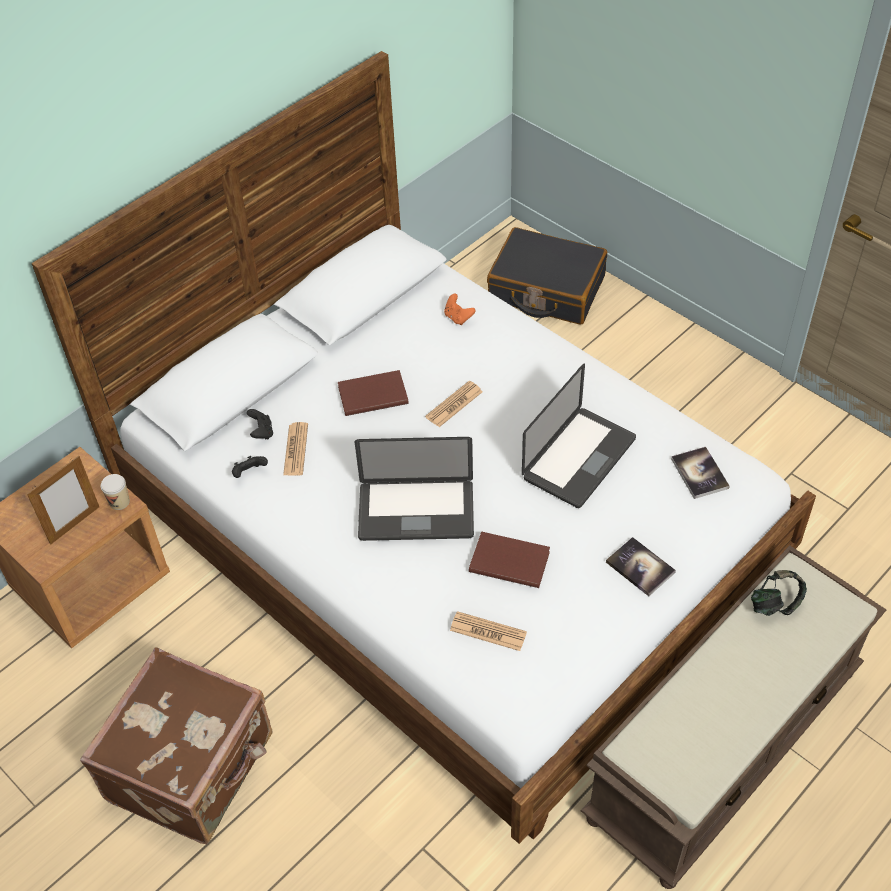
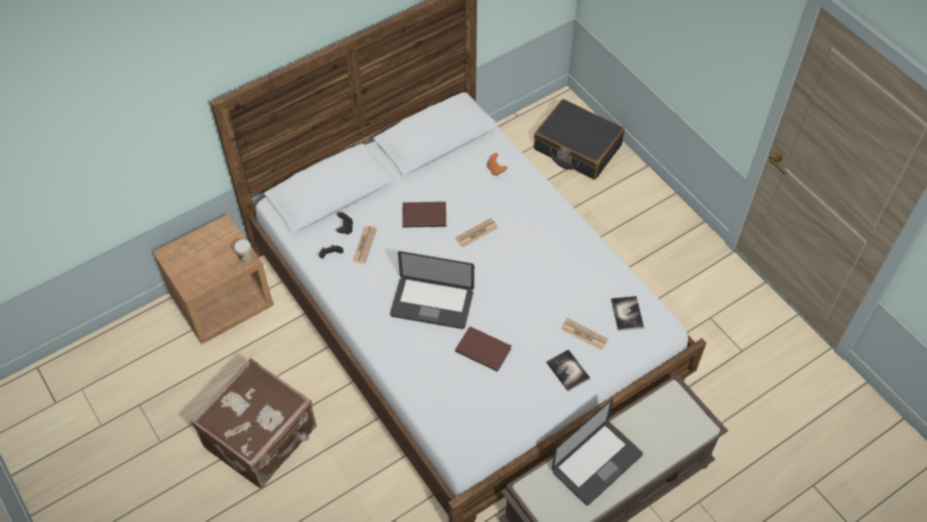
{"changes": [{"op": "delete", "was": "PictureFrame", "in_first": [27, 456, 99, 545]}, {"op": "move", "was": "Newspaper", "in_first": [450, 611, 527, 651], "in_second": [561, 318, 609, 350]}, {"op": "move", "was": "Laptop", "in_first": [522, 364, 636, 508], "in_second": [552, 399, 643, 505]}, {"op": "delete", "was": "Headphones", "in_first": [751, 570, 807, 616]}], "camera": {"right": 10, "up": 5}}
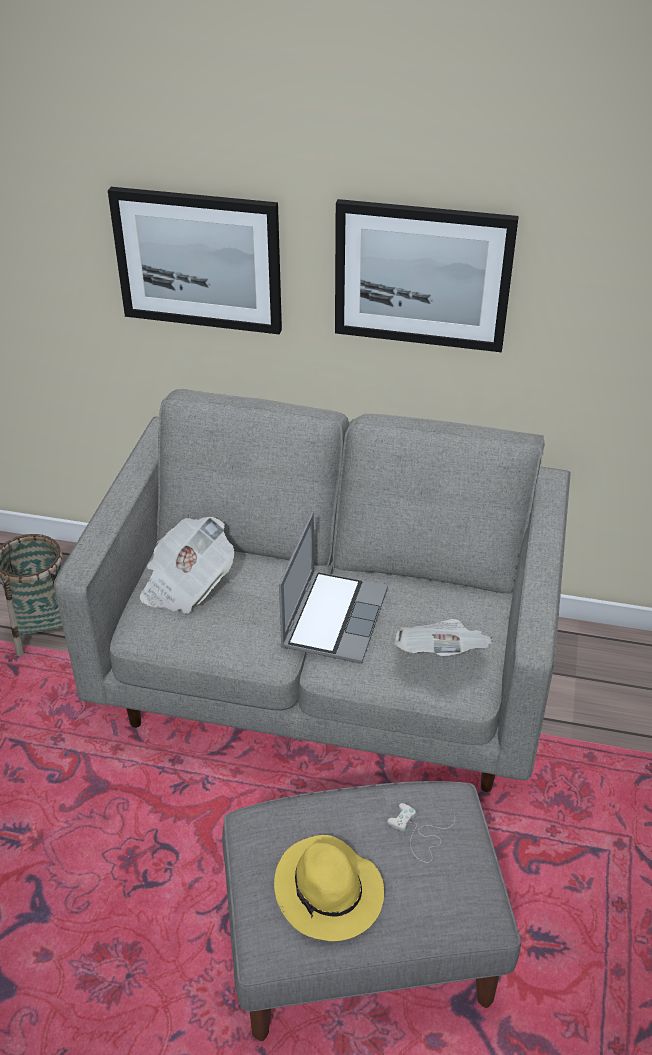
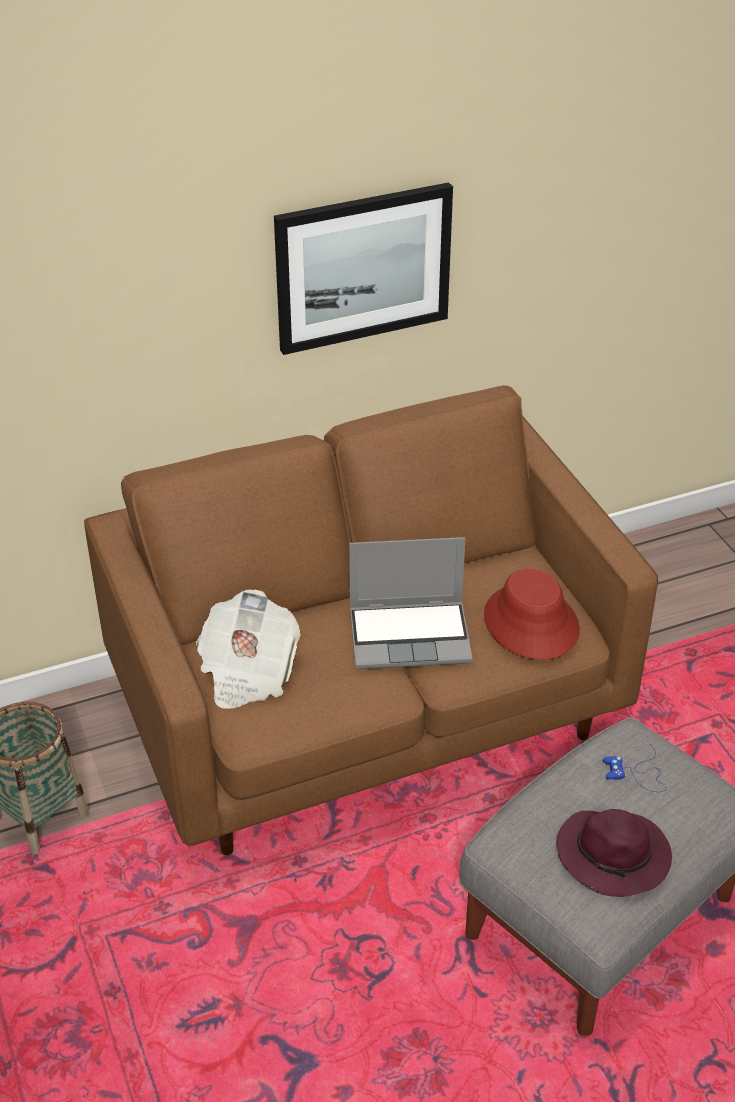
{"changes": [{"op": "recolor", "was": "GreySofa", "now": "BrownSofa", "in_first": [54, 389, 571, 792], "in_second": [84, 385, 658, 855]}, {"op": "delete", "was": "Picture", "in_first": [108, 187, 282, 335]}, {"op": "recolor", "was": "YellowHat", "now": "PurpleHat", "in_first": [274, 835, 384, 941], "in_second": [557, 809, 672, 897]}, {"op": "rotate", "was": "Laptop", "in_first": [279, 512, 388, 664], "in_second": [349, 537, 473, 669], "clockwise": 105}, {"op": "recolor", "was": "WhiteGameController", "now": "BlueGameController", "in_first": [387, 803, 455, 863], "in_second": [603, 745, 666, 792]}, {"op": "replace", "was": "Newspaper", "now": "RedHat", "in_first": [394, 619, 493, 656], "in_second": [484, 568, 580, 660]}], "camera": {"right": -35, "up": 0}}
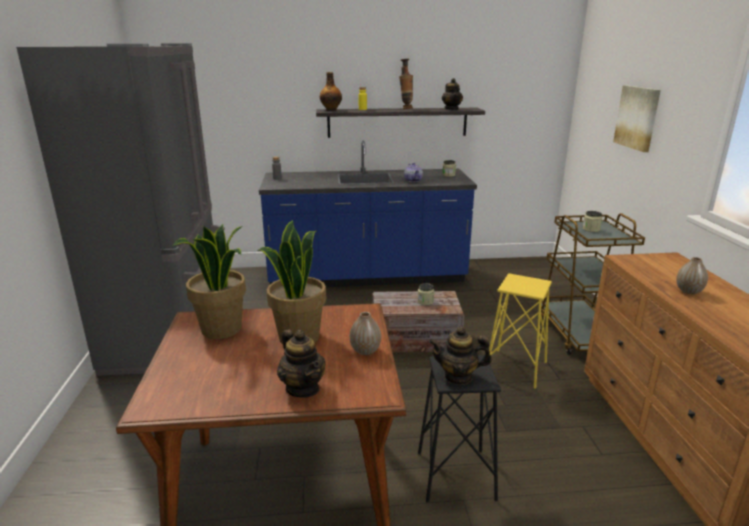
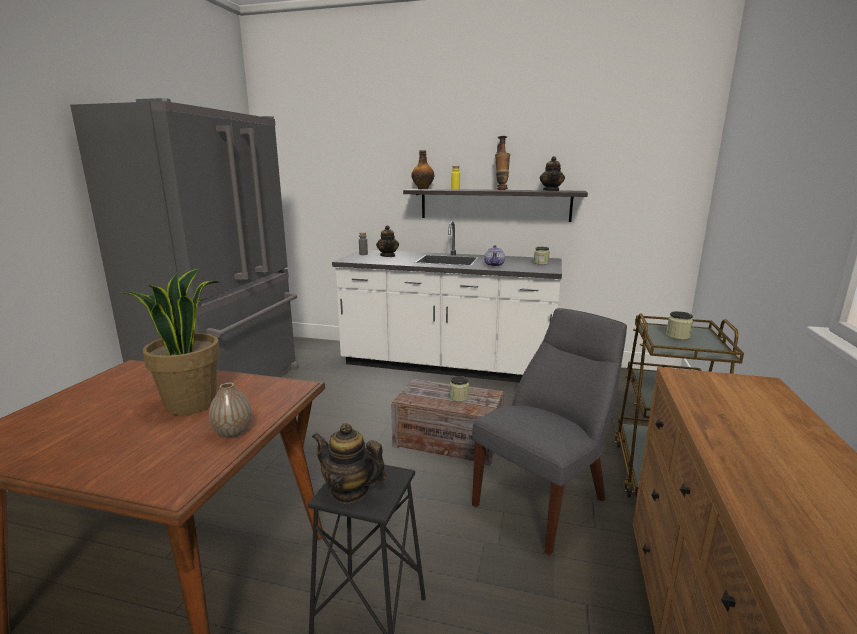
{"changes": [{"op": "delete", "was": "PottedPlant", "in_first": [173, 224, 246, 339]}, {"op": "recolor", "was": "BlueCounter", "now": "WhiteCounter", "in_first": [259, 141, 477, 287], "in_second": [332, 221, 562, 383]}, {"op": "move", "was": "Teapot", "in_first": [277, 329, 325, 398], "in_second": [376, 225, 399, 257]}, {"op": "replace", "was": "YellowStool", "now": "GreyChair", "in_first": [489, 273, 552, 389], "in_second": [472, 308, 627, 555]}, {"op": "delete", "was": "Picture", "in_first": [613, 85, 661, 152]}, {"op": "delete", "was": "Vase", "in_first": [676, 257, 708, 294]}], "camera": {"right": 20, "up": -5}}
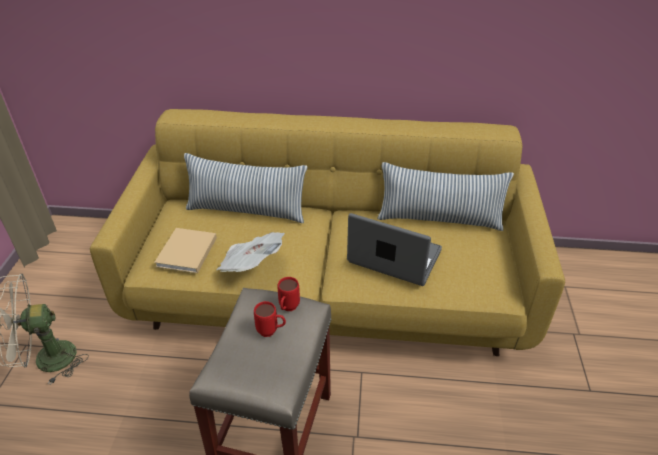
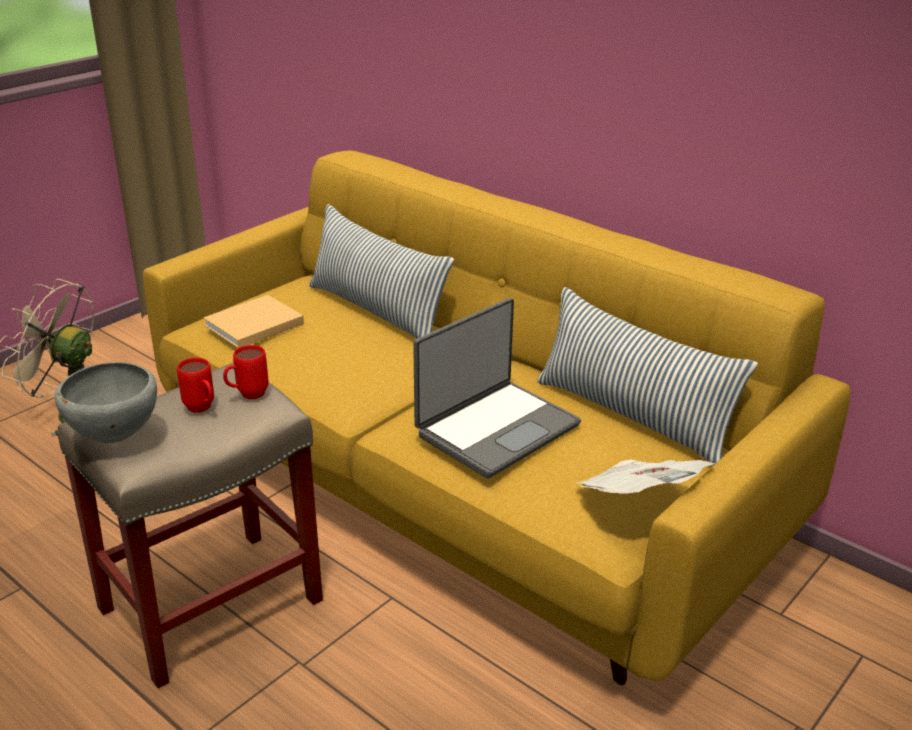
{"changes": [{"op": "move", "was": "Newspaper", "in_first": [216, 232, 285, 272], "in_second": [576, 459, 715, 493]}, {"op": "rotate", "was": "Laptop", "in_first": [347, 213, 442, 286], "in_second": [413, 298, 581, 479], "clockwise": 75}, {"op": "insert", "now": "GreyBowl", "in_second": [55, 362, 157, 443]}], "camera": {"right": 35, "up": -10}}
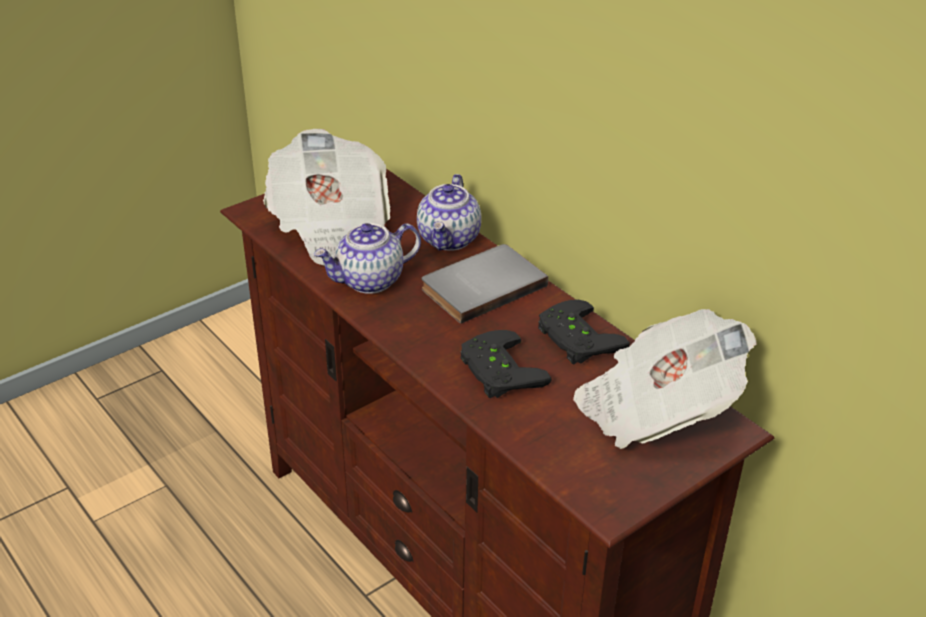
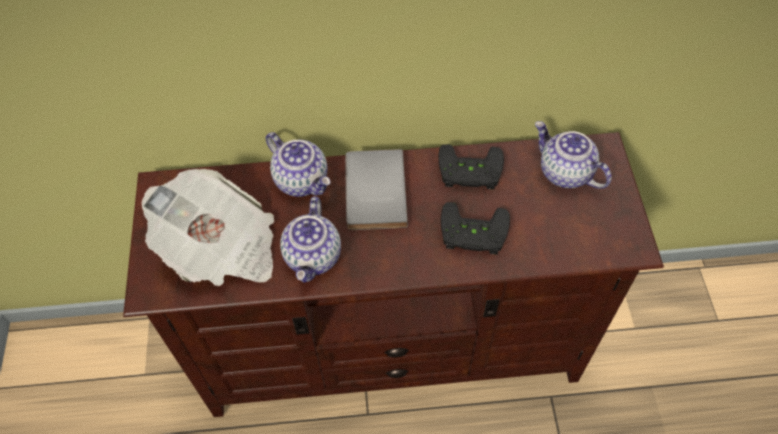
{"changes": [{"op": "replace", "was": "Newspaper", "now": "Teapot", "in_first": [573, 309, 757, 449], "in_second": [535, 121, 612, 189]}], "camera": {"right": -55, "up": 20}}
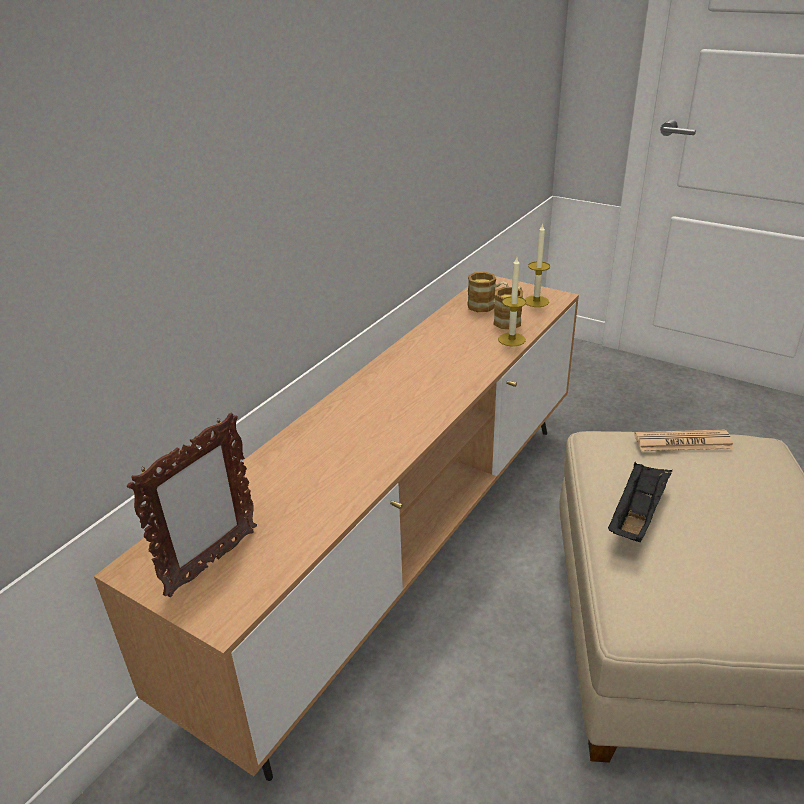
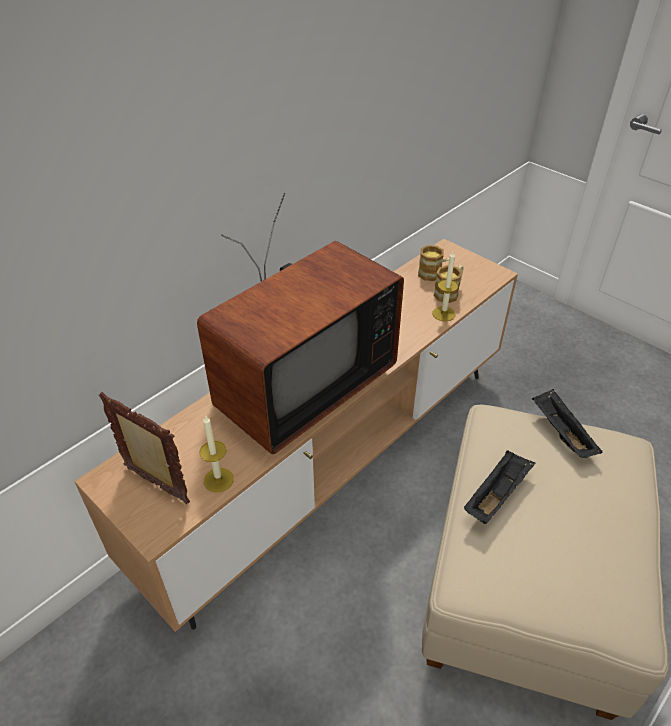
{"changes": [{"op": "rotate", "was": "PictureFrame", "in_first": [127, 412, 257, 597], "in_second": [99, 392, 190, 504], "clockwise": -105}, {"op": "move", "was": "Candle", "in_first": [525, 223, 550, 307], "in_second": [200, 415, 234, 492]}, {"op": "replace", "was": "Newspaper", "now": "BlackTray", "in_first": [634, 430, 734, 451], "in_second": [532, 389, 602, 458]}, {"op": "insert", "now": "Television", "in_second": [197, 193, 404, 454]}], "camera": {"right": 10, "up": 10}}
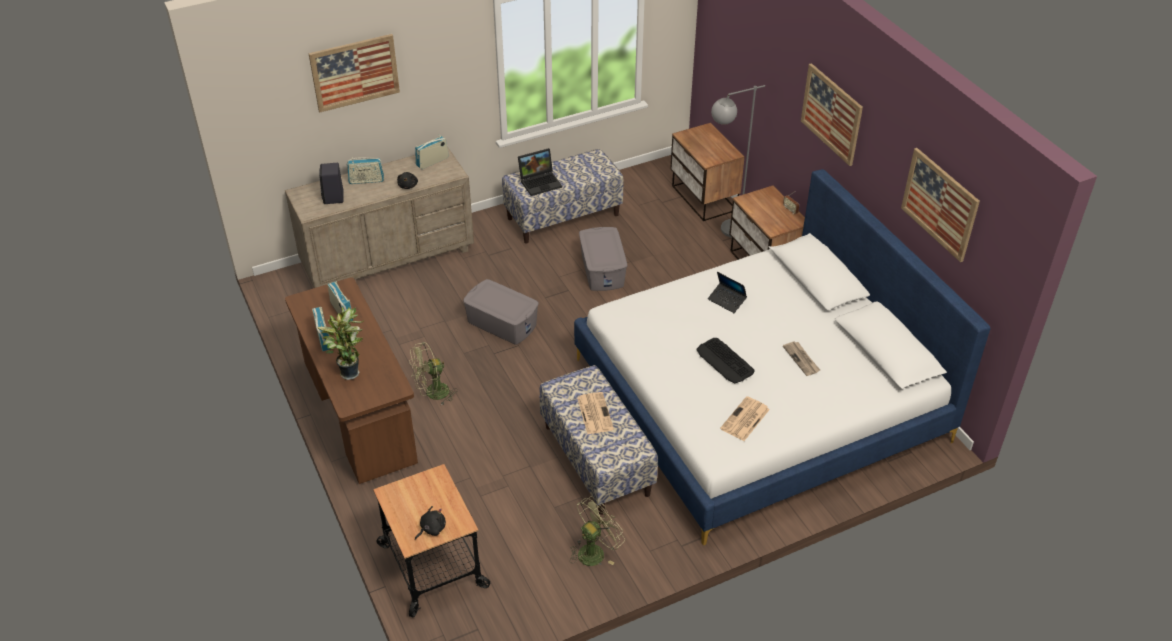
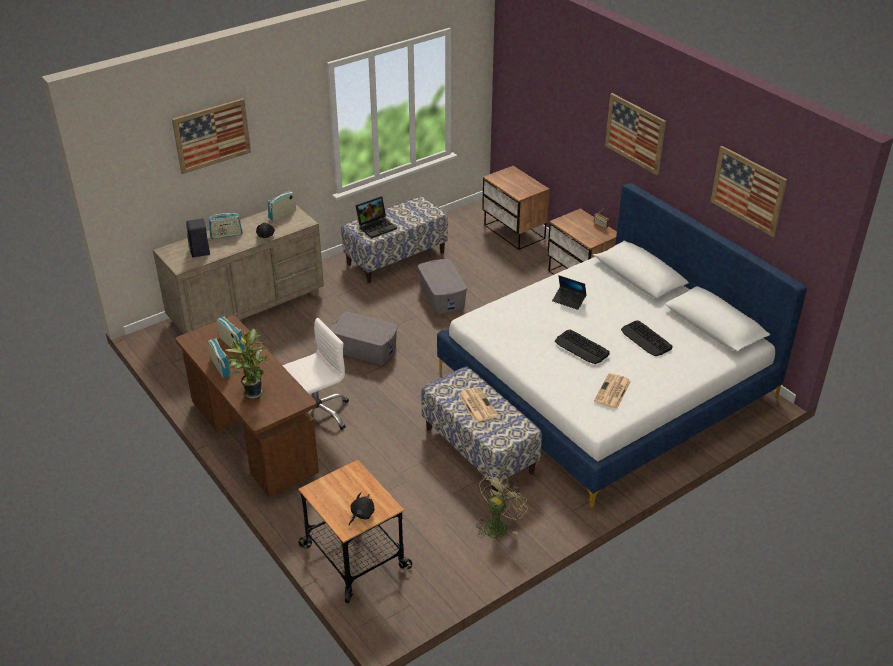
{"changes": [{"op": "replace", "was": "GreenFan", "now": "WhiteOfficeChair", "in_first": [410, 342, 458, 406], "in_second": [282, 317, 349, 430]}, {"op": "delete", "was": "GreyFloorLamp", "in_first": [711, 85, 765, 238]}, {"op": "replace", "was": "Newspaper", "now": "Keyboard", "in_first": [783, 341, 820, 376], "in_second": [621, 320, 673, 356]}], "camera": {"right": -10, "up": -5}}
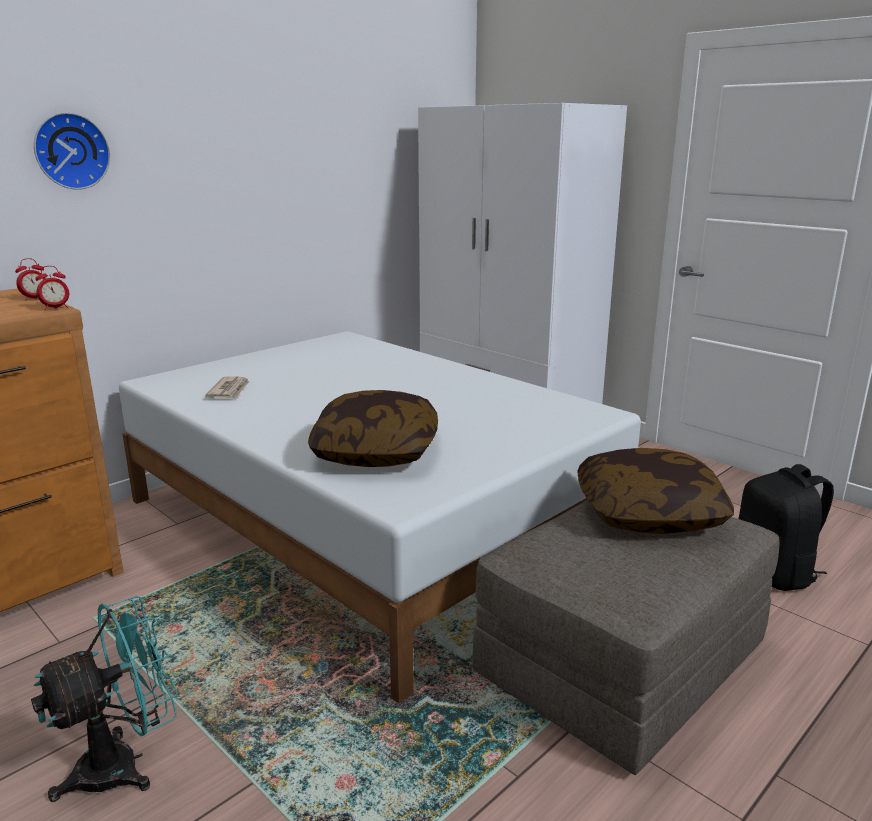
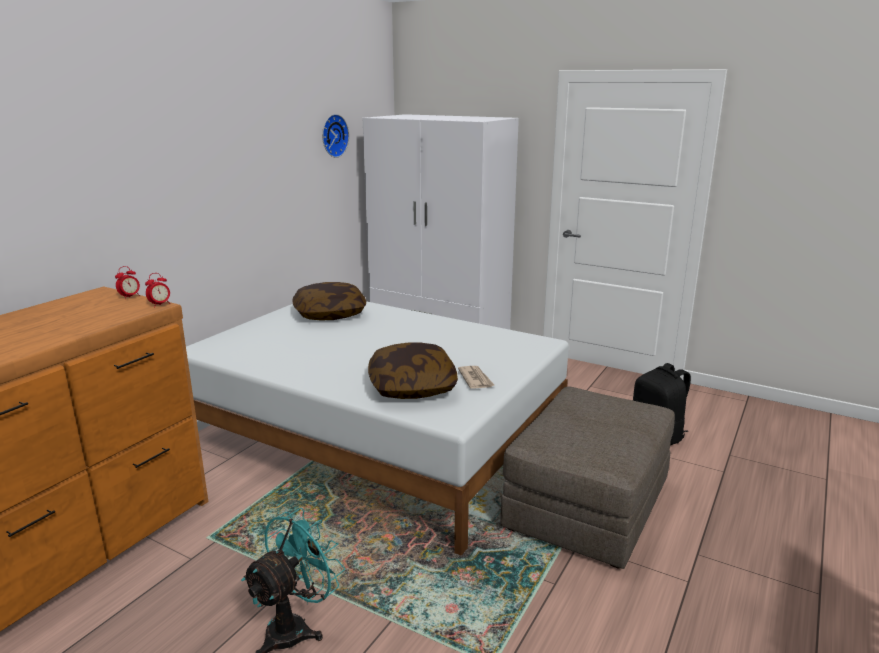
{"changes": [{"op": "move", "was": "WallClock", "in_first": [34, 112, 110, 190], "in_second": [322, 114, 349, 158]}, {"op": "move", "was": "Newspaper", "in_first": [205, 376, 249, 398], "in_second": [458, 366, 495, 389]}, {"op": "move", "was": "Pillow", "in_first": [577, 448, 734, 534], "in_second": [292, 282, 366, 320]}], "camera": {"right": -15, "up": 0}}
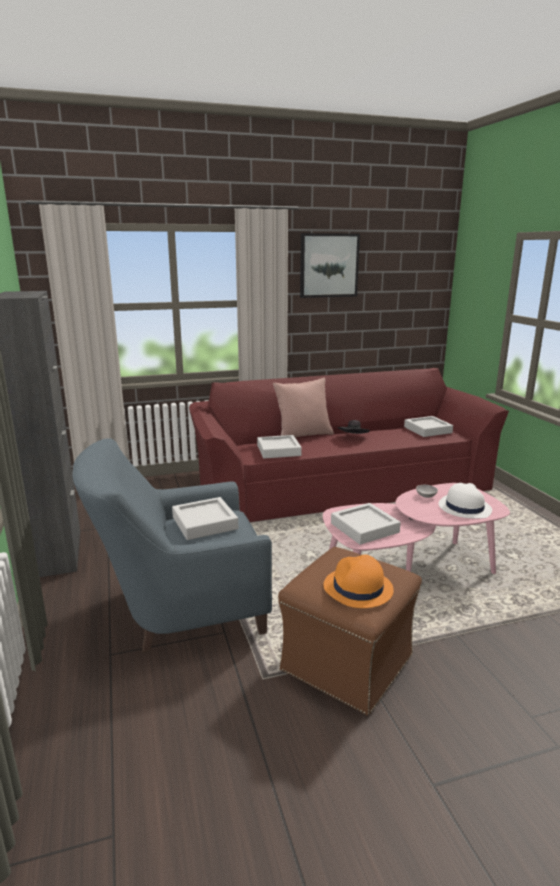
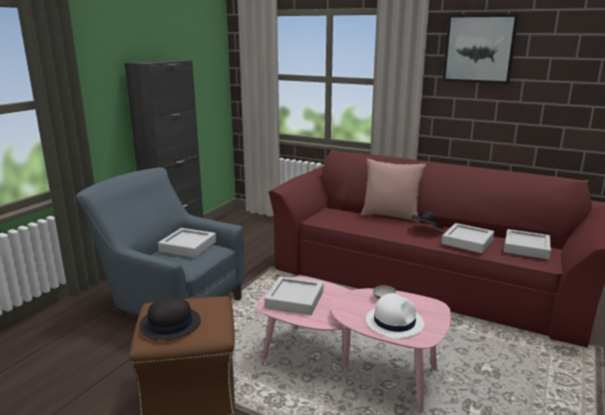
{"changes": [{"op": "move", "was": "GreyTray", "in_first": [257, 435, 302, 459], "in_second": [442, 223, 494, 253]}, {"op": "recolor", "was": "OrangeHat", "now": "BlackHat", "in_first": [324, 554, 394, 608], "in_second": [139, 295, 201, 340]}], "camera": {"right": 45, "up": 0}}
